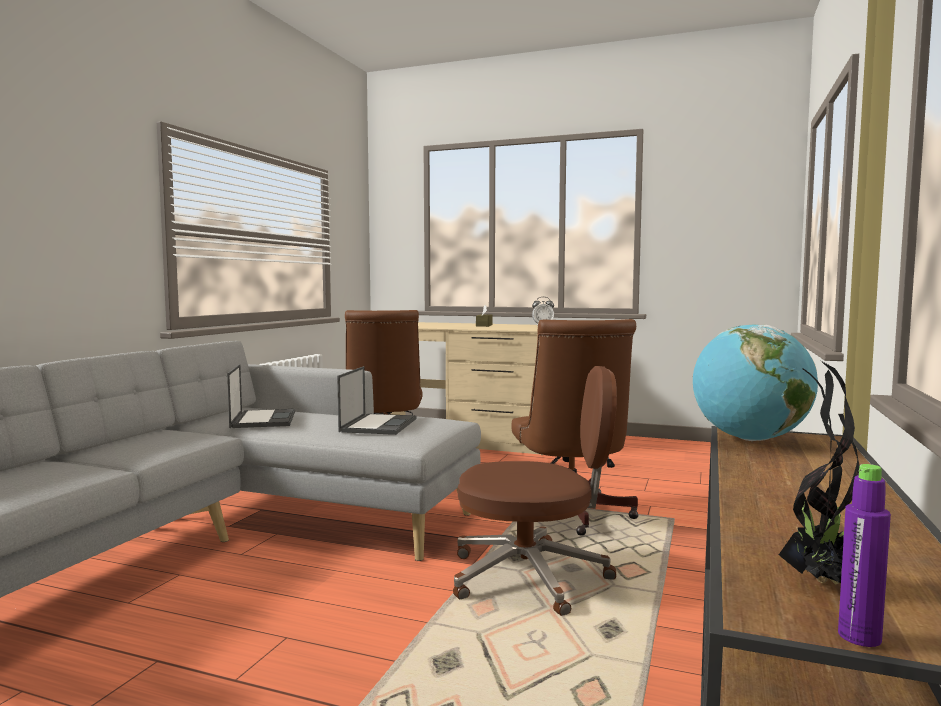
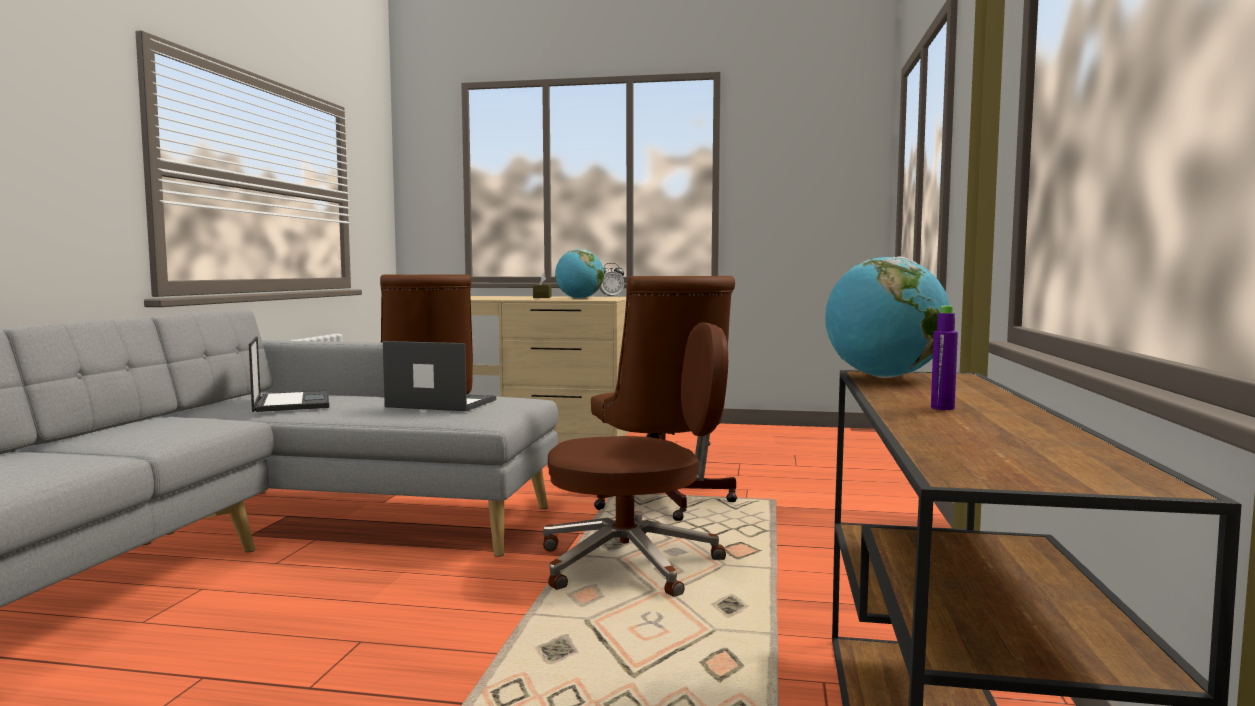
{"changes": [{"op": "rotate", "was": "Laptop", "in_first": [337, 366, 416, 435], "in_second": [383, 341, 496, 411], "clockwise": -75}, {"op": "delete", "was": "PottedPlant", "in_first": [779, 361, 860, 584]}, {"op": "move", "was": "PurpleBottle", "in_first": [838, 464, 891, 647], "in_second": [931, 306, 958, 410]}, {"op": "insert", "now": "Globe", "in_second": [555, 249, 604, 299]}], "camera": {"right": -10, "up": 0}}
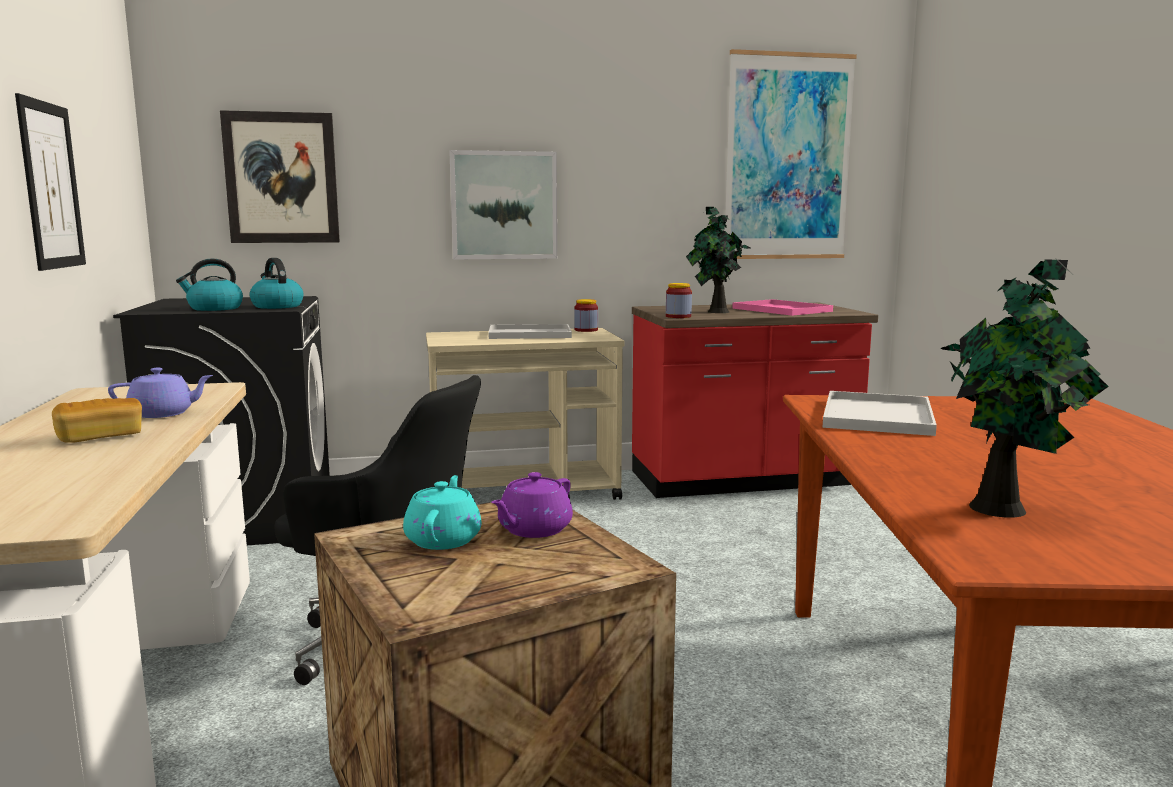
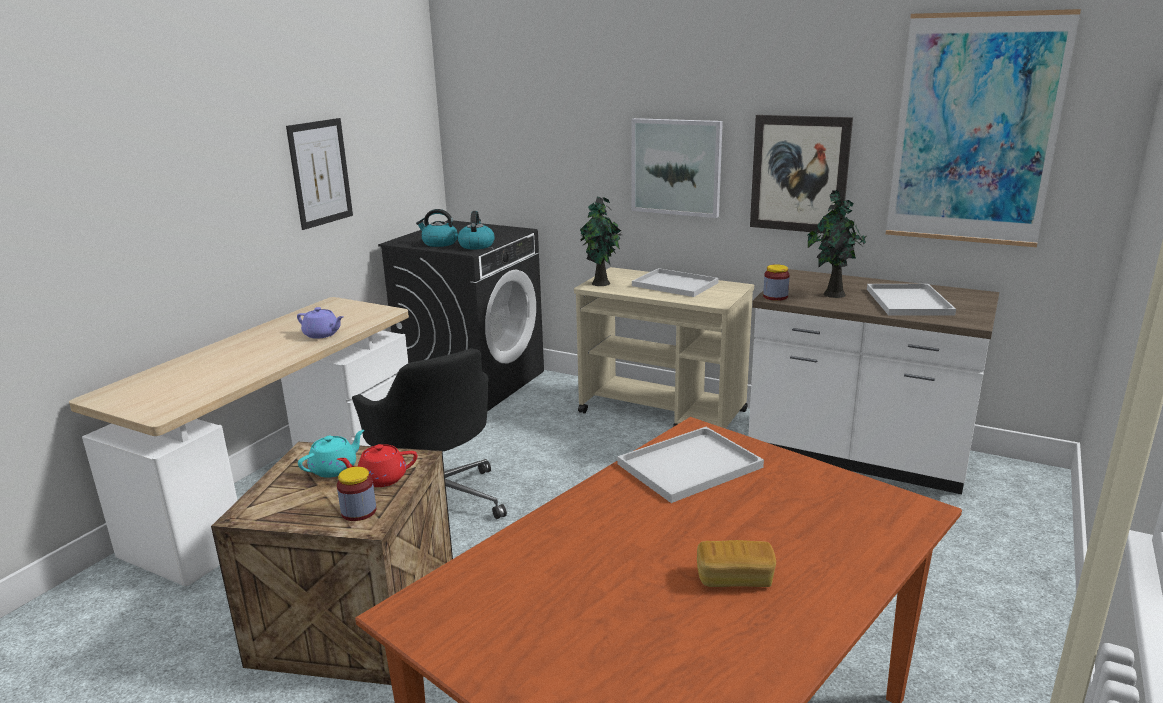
{"changes": [{"op": "move", "was": "Bread", "in_first": [52, 398, 142, 443], "in_second": [697, 540, 776, 587]}, {"op": "move", "was": "Picture", "in_first": [220, 110, 340, 243], "in_second": [750, 115, 853, 233]}, {"op": "recolor", "was": "PurpleTeapot", "now": "RedTeapot", "in_first": [491, 472, 573, 538], "in_second": [337, 444, 417, 487]}, {"op": "move", "was": "Jar", "in_first": [574, 299, 598, 332], "in_second": [337, 467, 376, 521]}, {"op": "recolor", "was": "RedCounter", "now": "WhiteCounter", "in_first": [632, 303, 878, 498], "in_second": [748, 269, 999, 494]}, {"op": "recolor", "was": "PinkTray", "now": "WhiteTray", "in_first": [732, 299, 833, 316], "in_second": [867, 284, 956, 315]}, {"op": "move", "was": "PottedPlant", "in_first": [941, 256, 1109, 518], "in_second": [580, 196, 622, 286]}], "camera": {"right": 40, "up": 10}}
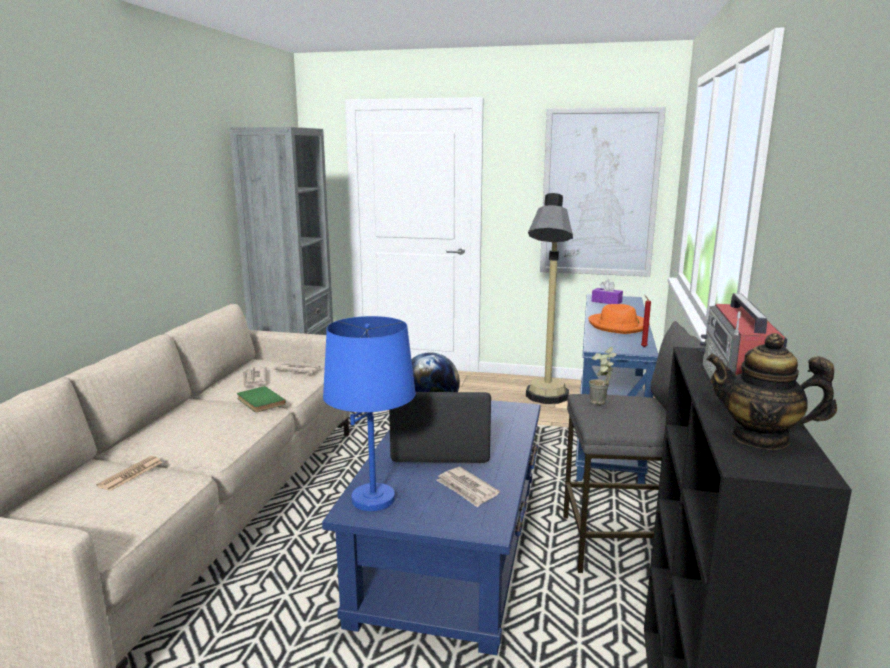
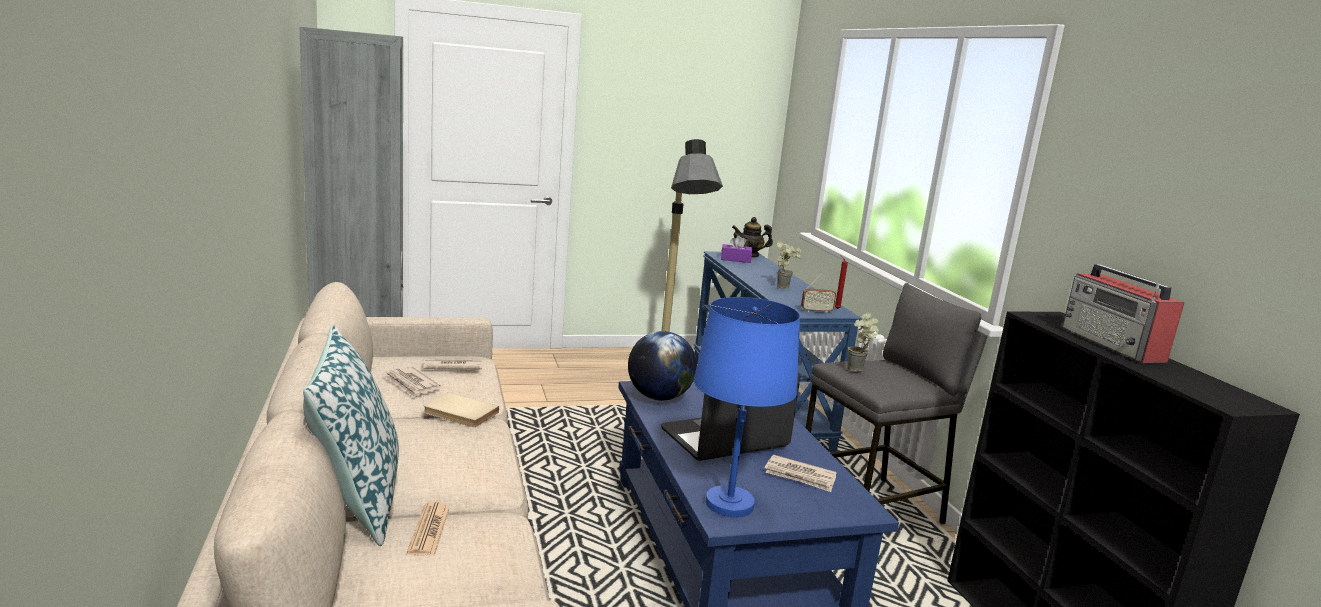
{"changes": [{"op": "recolor", "was": "GreenBook", "now": "BeigeBook", "in_first": [237, 386, 286, 412], "in_second": [423, 392, 499, 427]}, {"op": "delete", "was": "Picture", "in_first": [540, 107, 666, 277]}, {"op": "replace", "was": "OrangeHat", "now": "PottedPlant", "in_first": [588, 304, 650, 334], "in_second": [776, 241, 802, 289]}, {"op": "move", "was": "Teapot", "in_first": [706, 333, 837, 450], "in_second": [732, 217, 773, 258]}, {"op": "insert", "now": "Pillow", "in_second": [303, 325, 399, 546]}, {"op": "insert", "now": "Radio", "in_second": [801, 273, 836, 313]}], "camera": {"right": -30, "up": 0}}
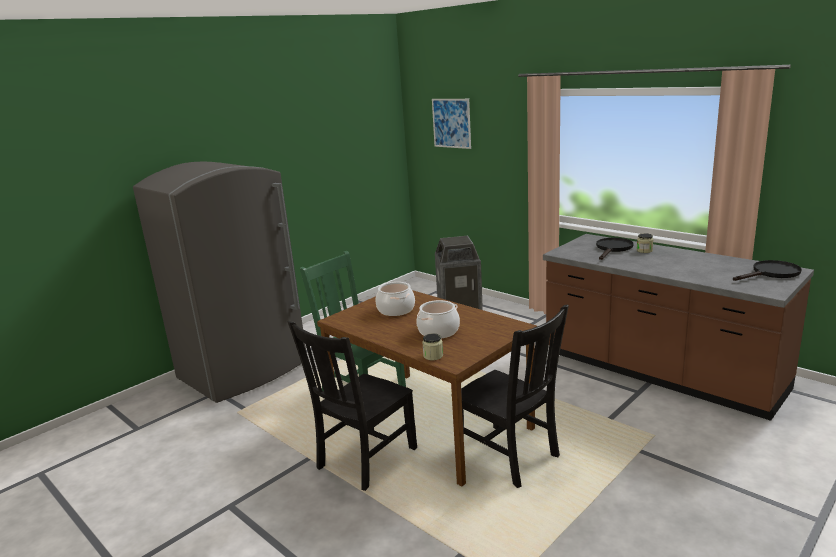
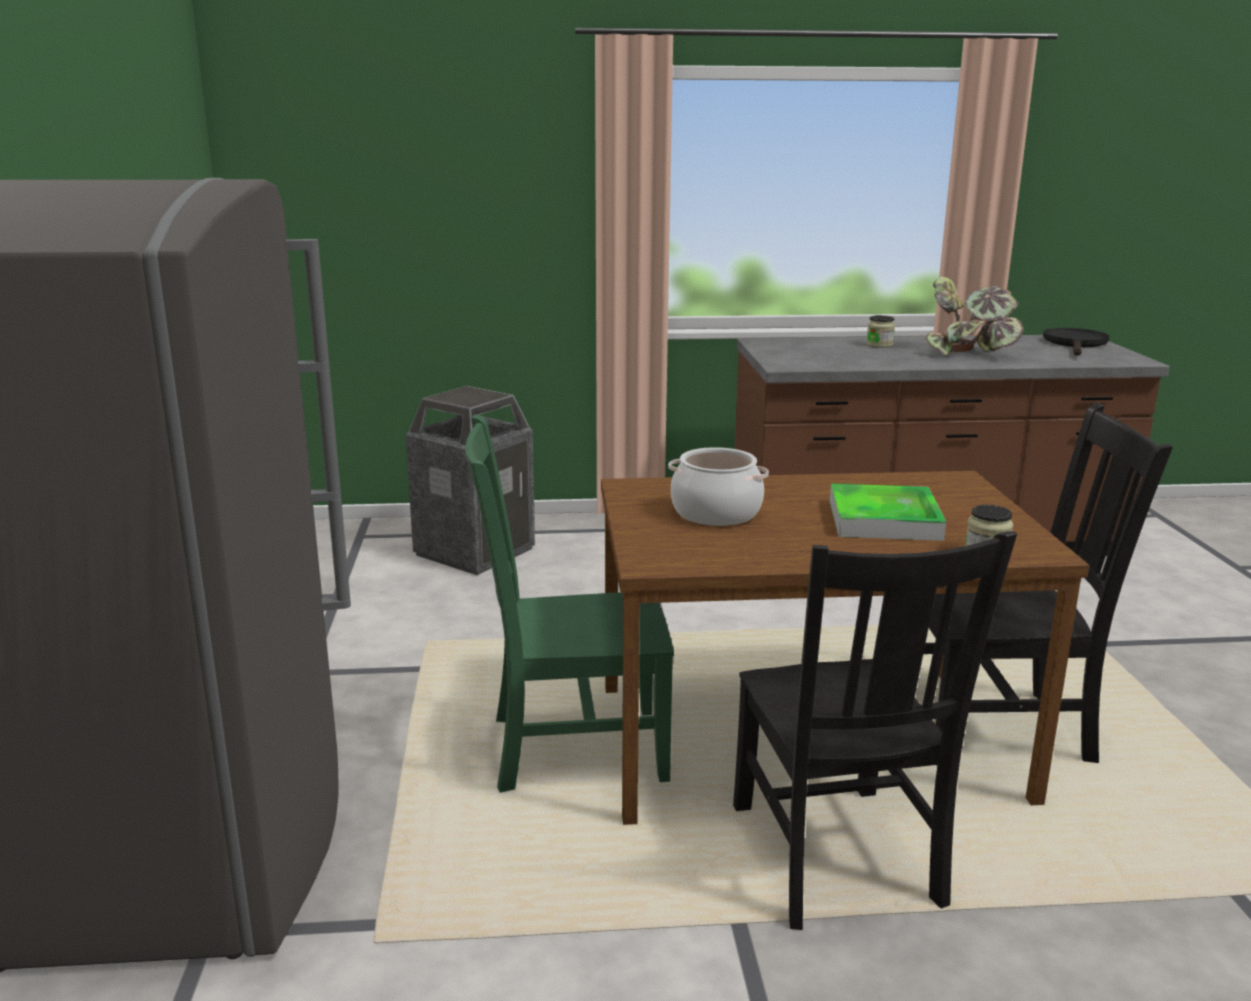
{"changes": [{"op": "replace", "was": "CookingPot", "now": "Tray", "in_first": [416, 300, 460, 338], "in_second": [830, 484, 946, 541]}, {"op": "delete", "was": "Picture", "in_first": [432, 99, 471, 149]}, {"op": "delete", "was": "BlackFryingPan", "in_first": [596, 238, 633, 260]}, {"op": "insert", "now": "PottedPlant", "in_second": [926, 277, 1024, 356]}], "camera": {"right": -50, "up": 0}}
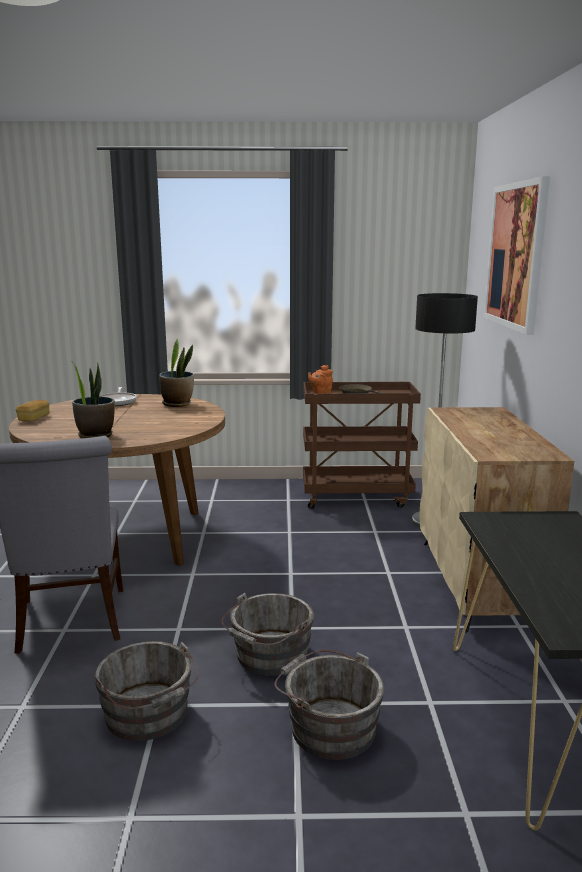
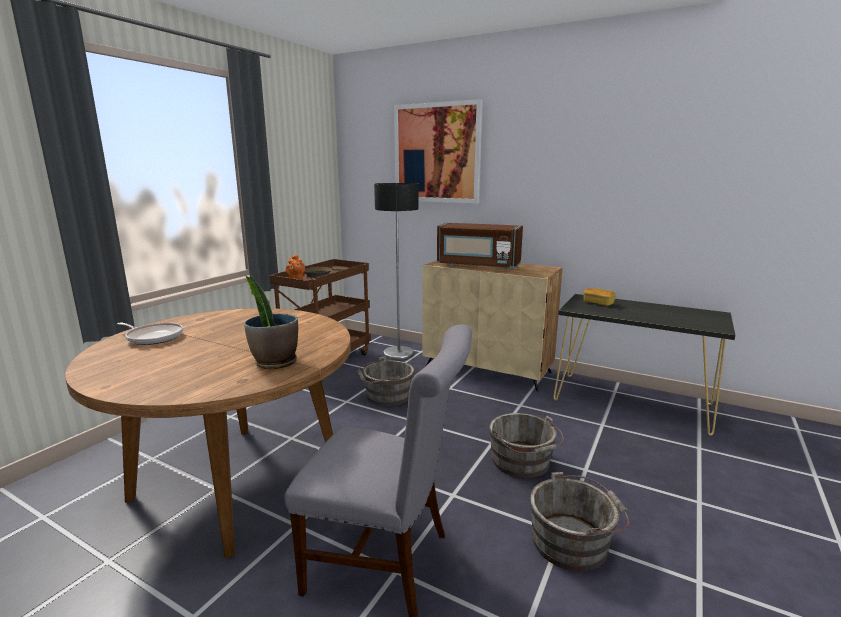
{"changes": [{"op": "move", "was": "Bread", "in_first": [16, 400, 49, 421], "in_second": [584, 288, 616, 306]}, {"op": "delete", "was": "PottedPlant", "in_first": [159, 339, 194, 407]}, {"op": "move", "was": "GreyBucket", "in_first": [274, 650, 384, 760], "in_second": [357, 357, 414, 406]}, {"op": "insert", "now": "BrownMicrowave", "in_second": [437, 223, 523, 270]}], "camera": {"right": -60, "up": 0}}
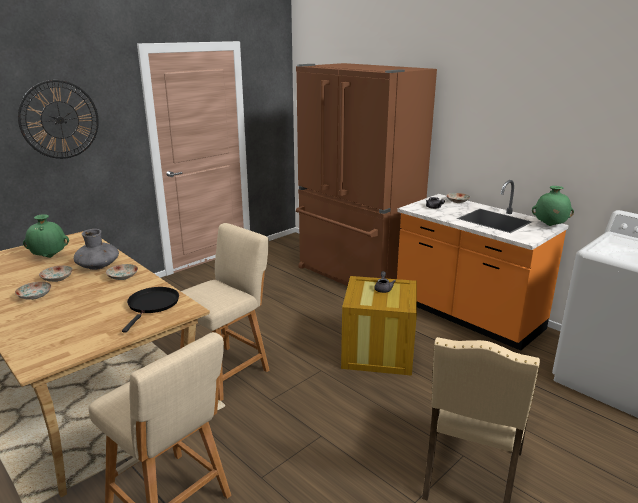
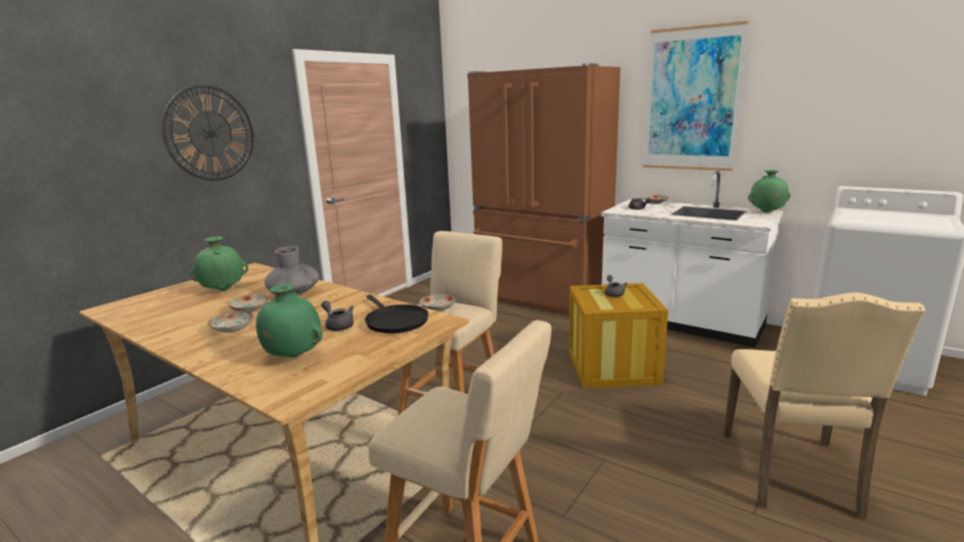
{"changes": [{"op": "move", "was": "Plate", "in_first": [106, 264, 138, 280], "in_second": [420, 294, 456, 311]}, {"op": "rotate", "was": "BlackFryingPan", "in_first": [122, 287, 179, 333], "in_second": [365, 295, 429, 333], "clockwise": 150}, {"op": "recolor", "was": "OrangeCounter", "now": "WhiteCounter", "in_first": [397, 180, 569, 351], "in_second": [601, 171, 783, 347]}, {"op": "insert", "now": "GreenVase", "in_second": [256, 284, 323, 358]}, {"op": "insert", "now": "GreyTeapot", "in_second": [321, 301, 354, 331]}, {"op": "insert", "now": "Picture", "in_second": [643, 21, 749, 171]}], "camera": {"right": -10, "up": -5}}
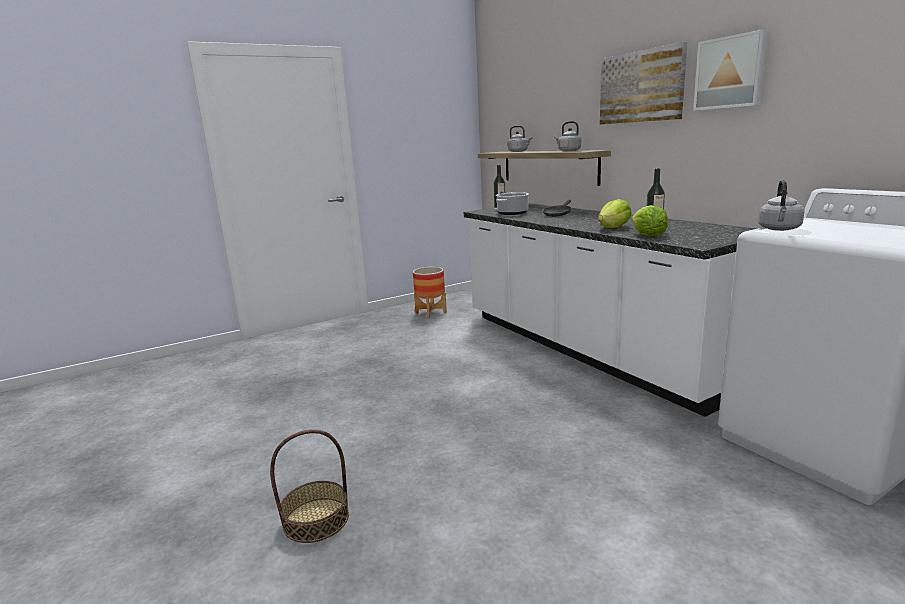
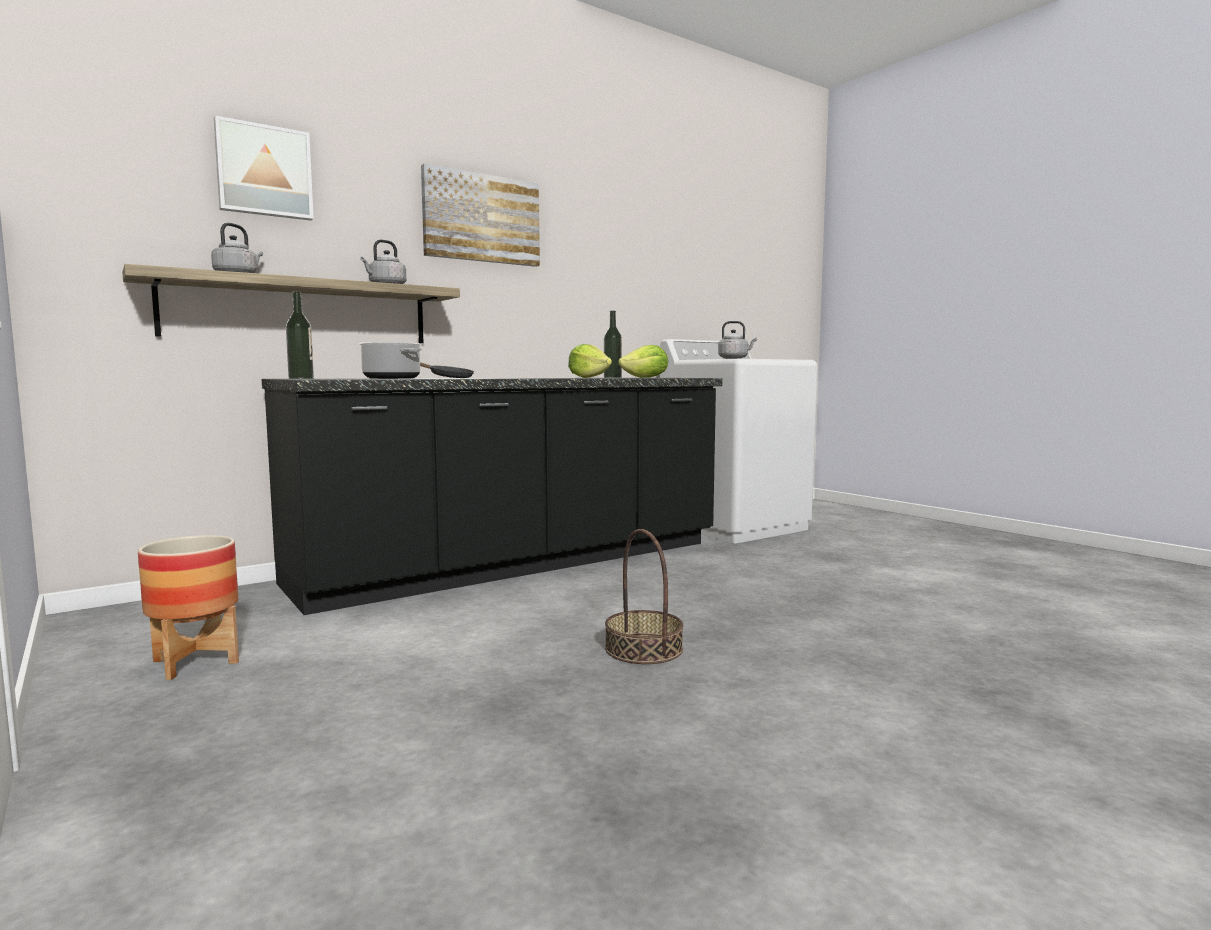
{"changes": [{"op": "move", "was": "Basket", "in_first": [270, 429, 349, 543], "in_second": [605, 529, 683, 664]}, {"op": "recolor", "was": "WhiteCounter", "now": "BlackCounter", "in_first": [464, 203, 757, 417], "in_second": [262, 378, 722, 615]}, {"op": "move", "was": "Picture", "in_first": [693, 29, 768, 111], "in_second": [214, 116, 314, 221]}], "camera": {"right": -95, "up": -10}}
